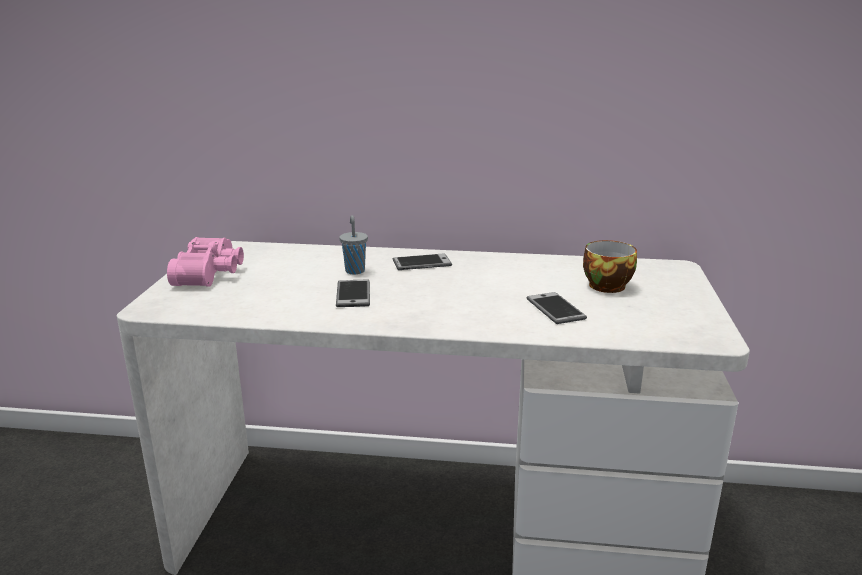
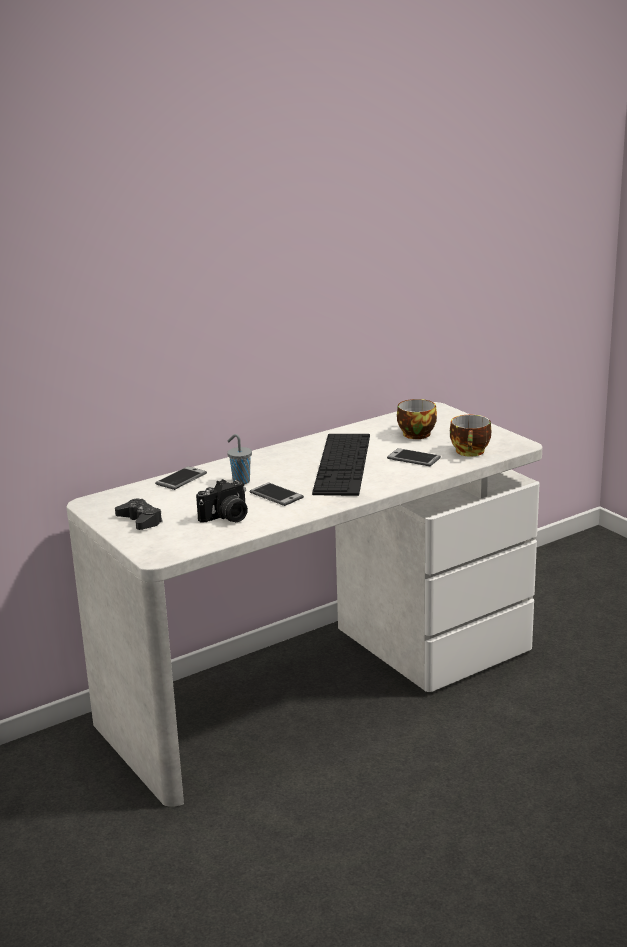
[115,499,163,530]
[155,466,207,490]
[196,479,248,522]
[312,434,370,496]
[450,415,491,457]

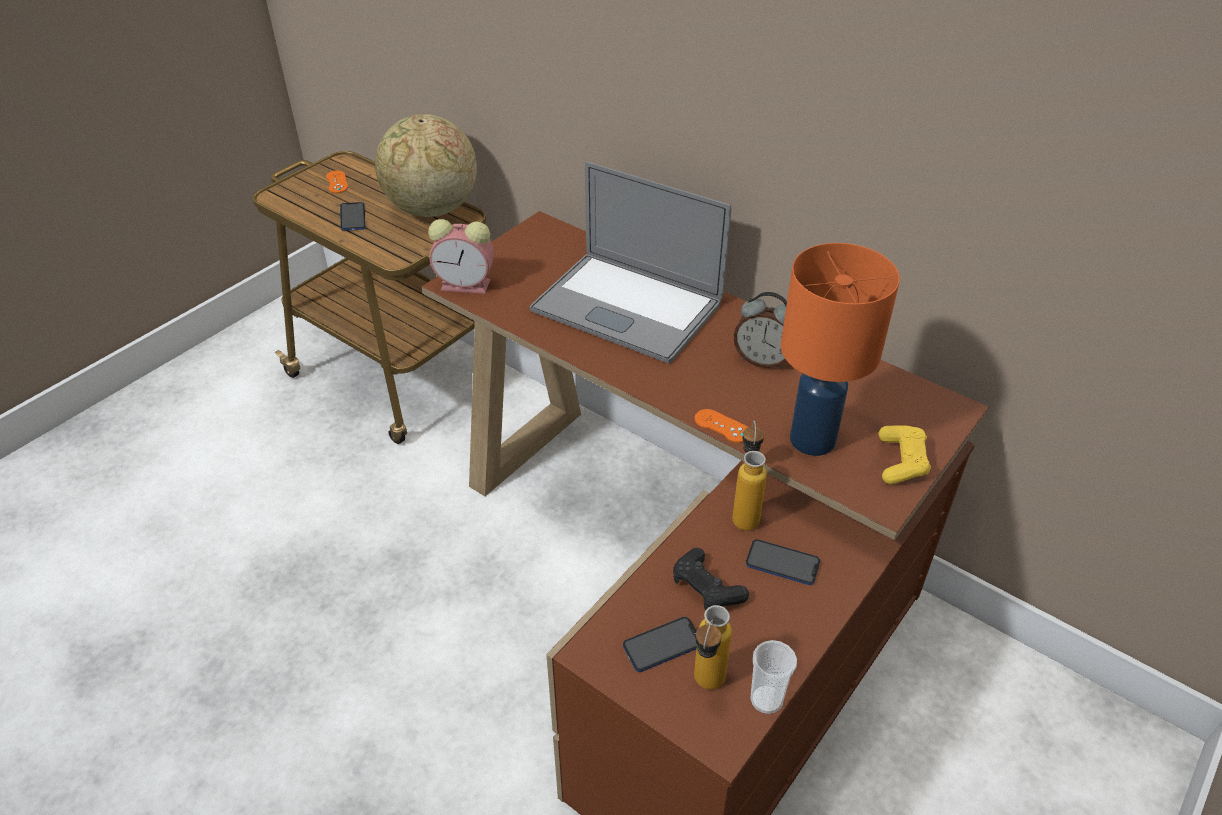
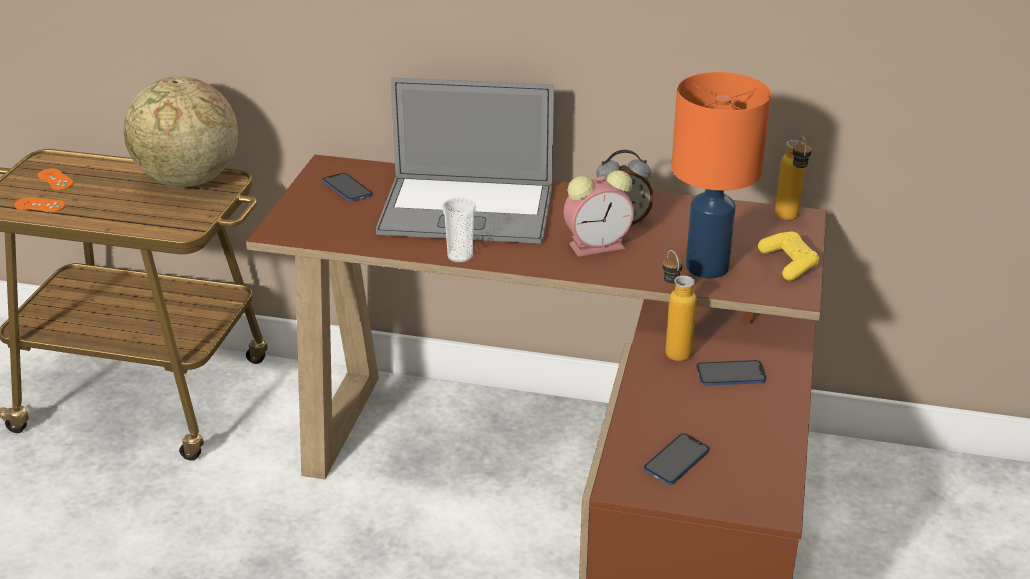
[14,197,65,213]
[323,173,372,201]
[442,197,476,263]
[563,170,634,257]
[775,136,812,220]
[673,548,749,610] (first image)

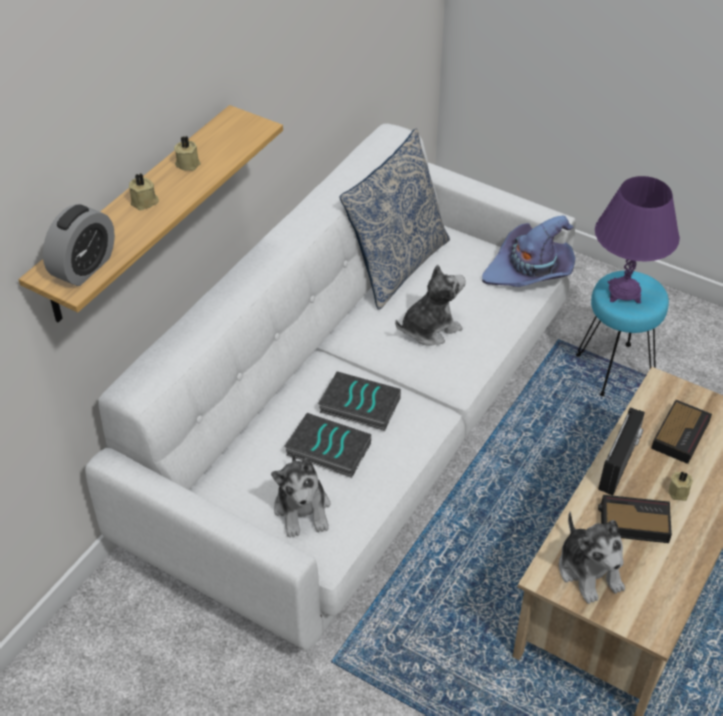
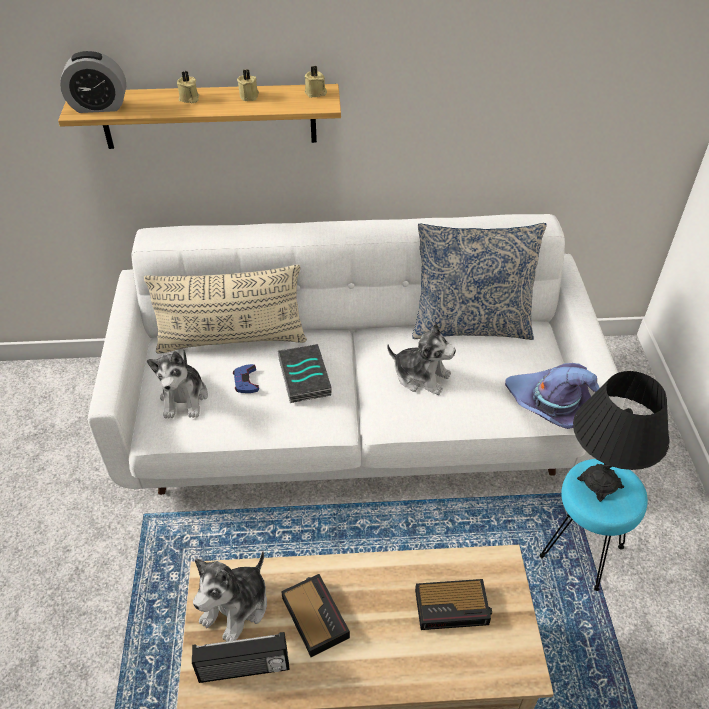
[144,265,307,354]
[147,350,208,419]
[192,632,289,683]
[233,364,259,393]
[305,66,327,98]
[573,371,670,502]

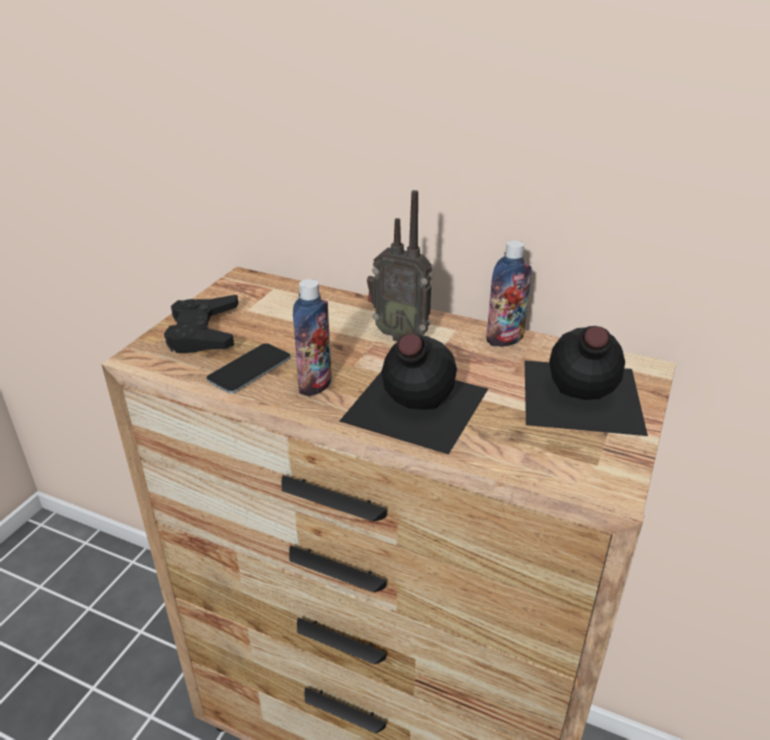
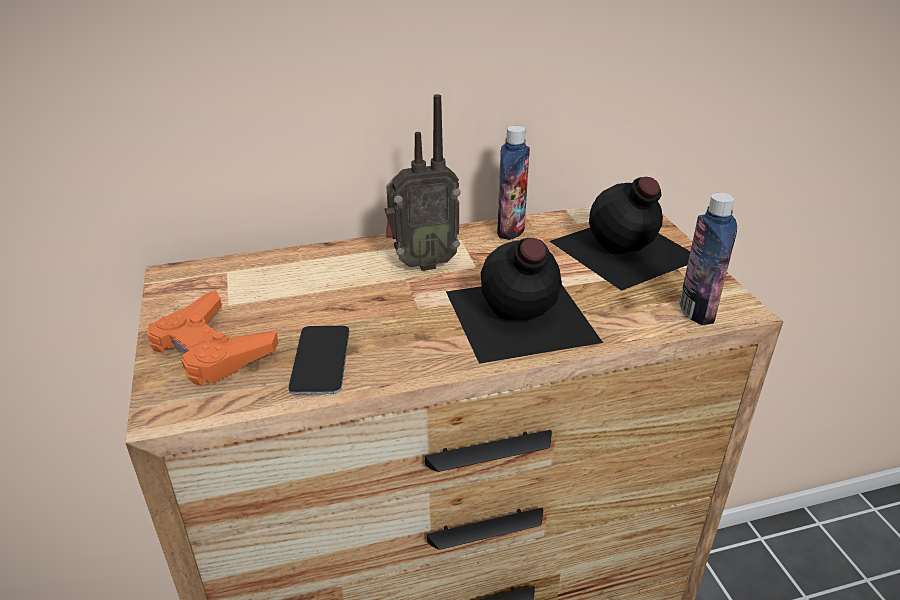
[147,290,278,386]
[679,193,737,325]

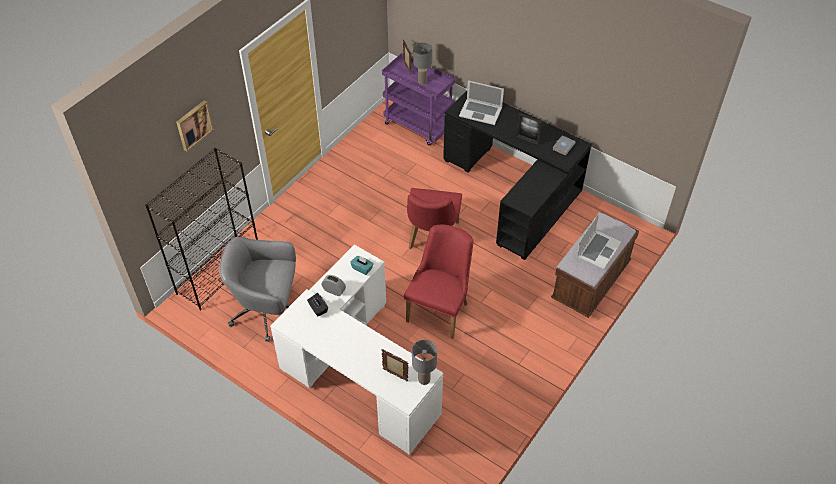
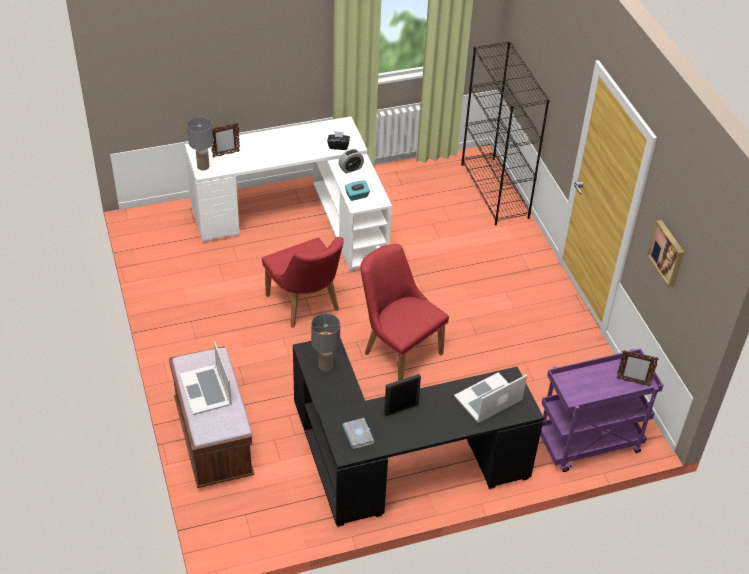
[311,313,340,372]
[647,220,684,288]
[219,237,296,342] (first image)

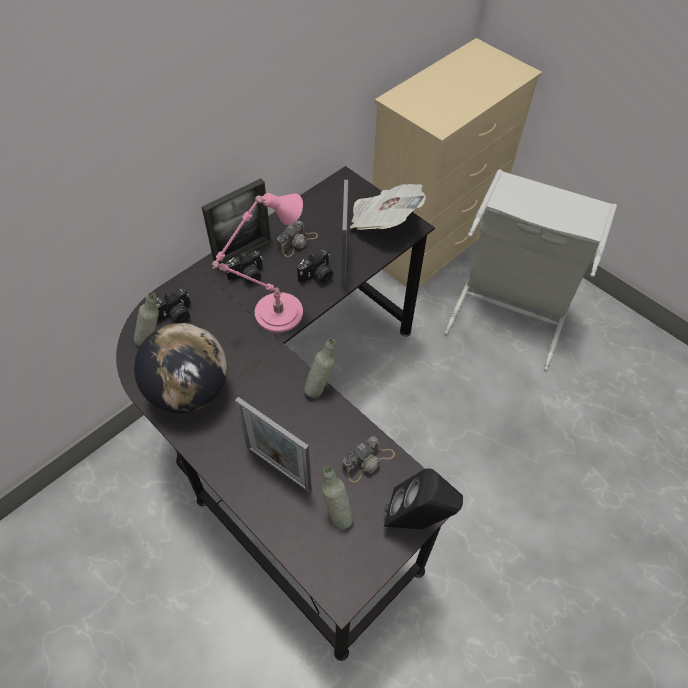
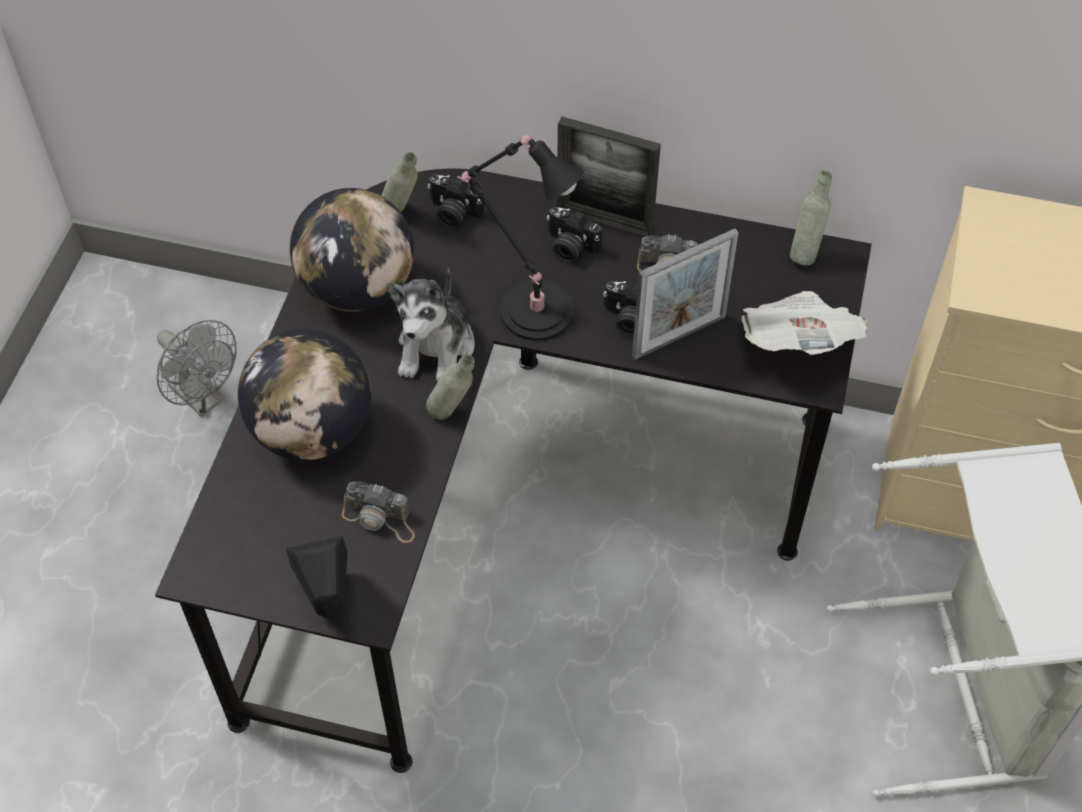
[157,320,237,417]
[238,329,371,460]
[386,269,474,382]
[457,134,584,341]
[790,171,832,266]

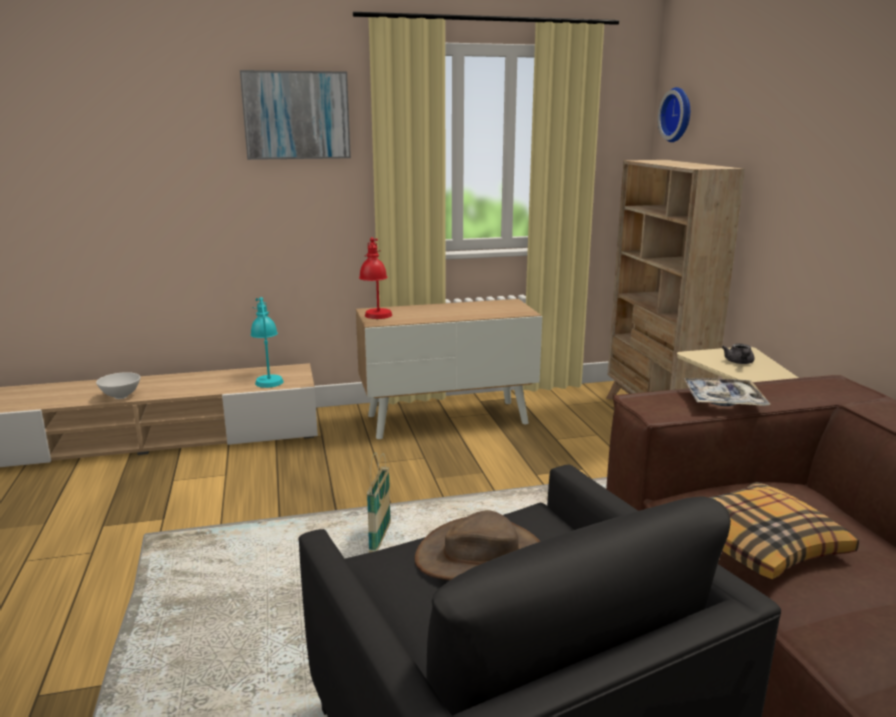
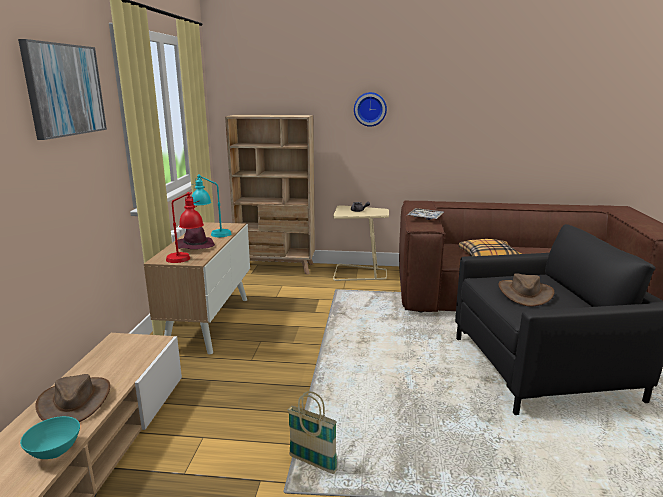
[20,416,80,459]
[35,374,110,422]
[175,227,215,249]
[191,175,231,237]
[287,391,338,474]
[354,92,387,127]

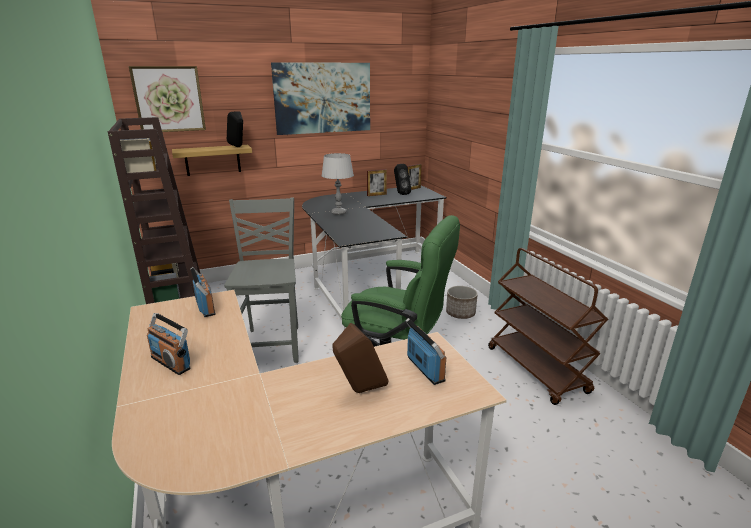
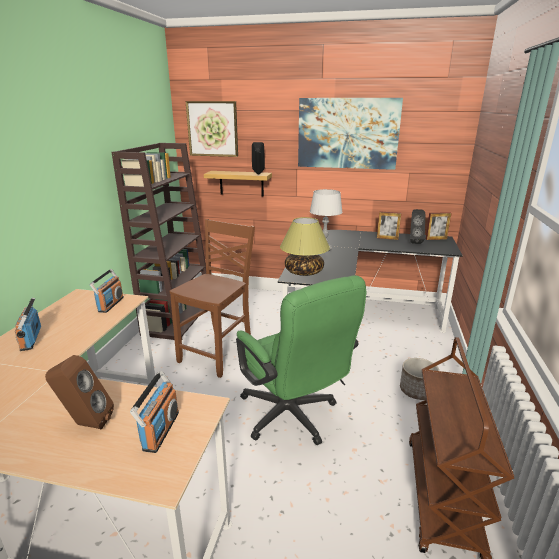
[169,219,255,378]
[280,217,330,276]

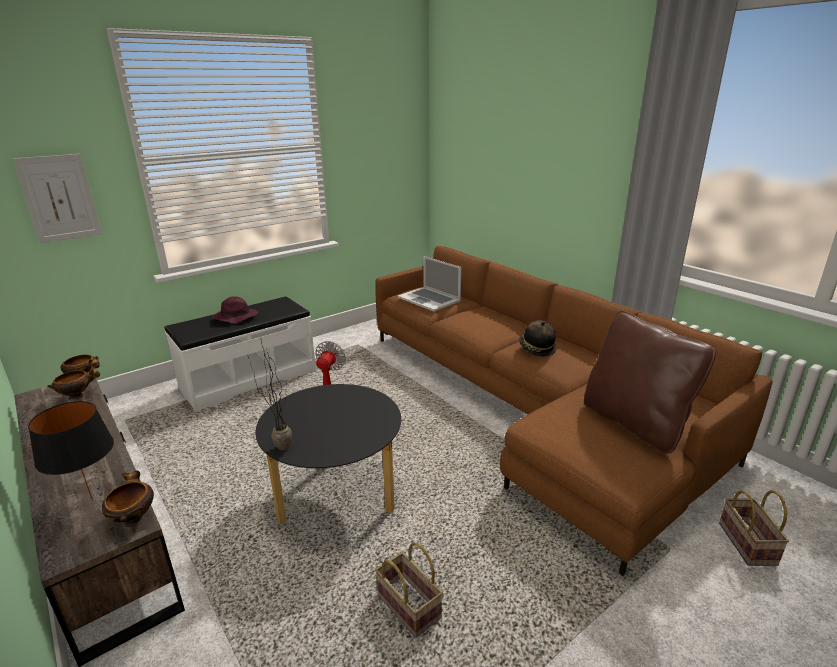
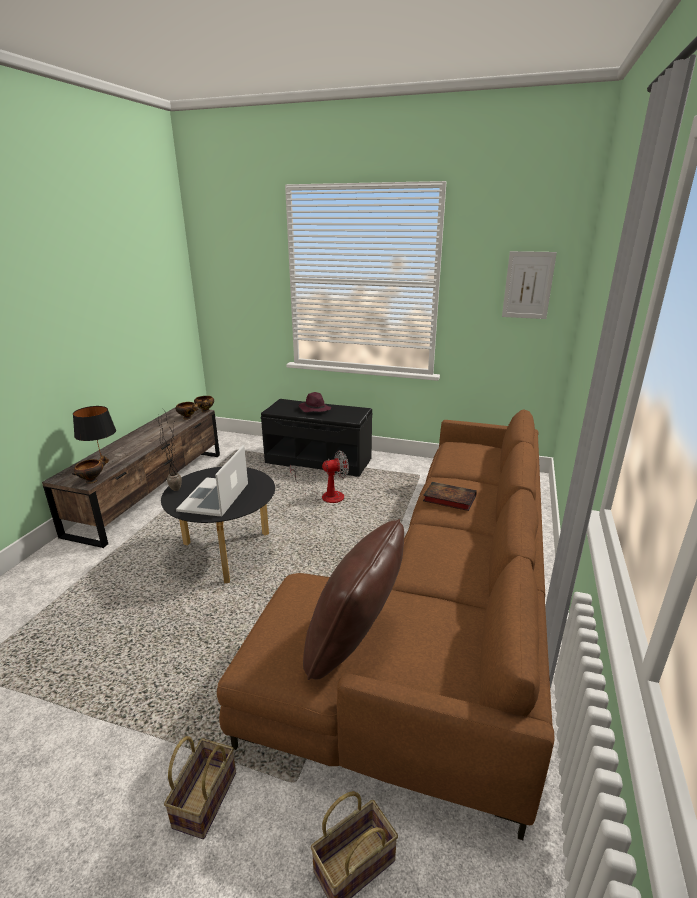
[164,736,236,839]
[176,445,248,517]
[261,399,373,477]
[423,482,477,511]
[502,251,557,319]
[519,320,557,357] (first image)

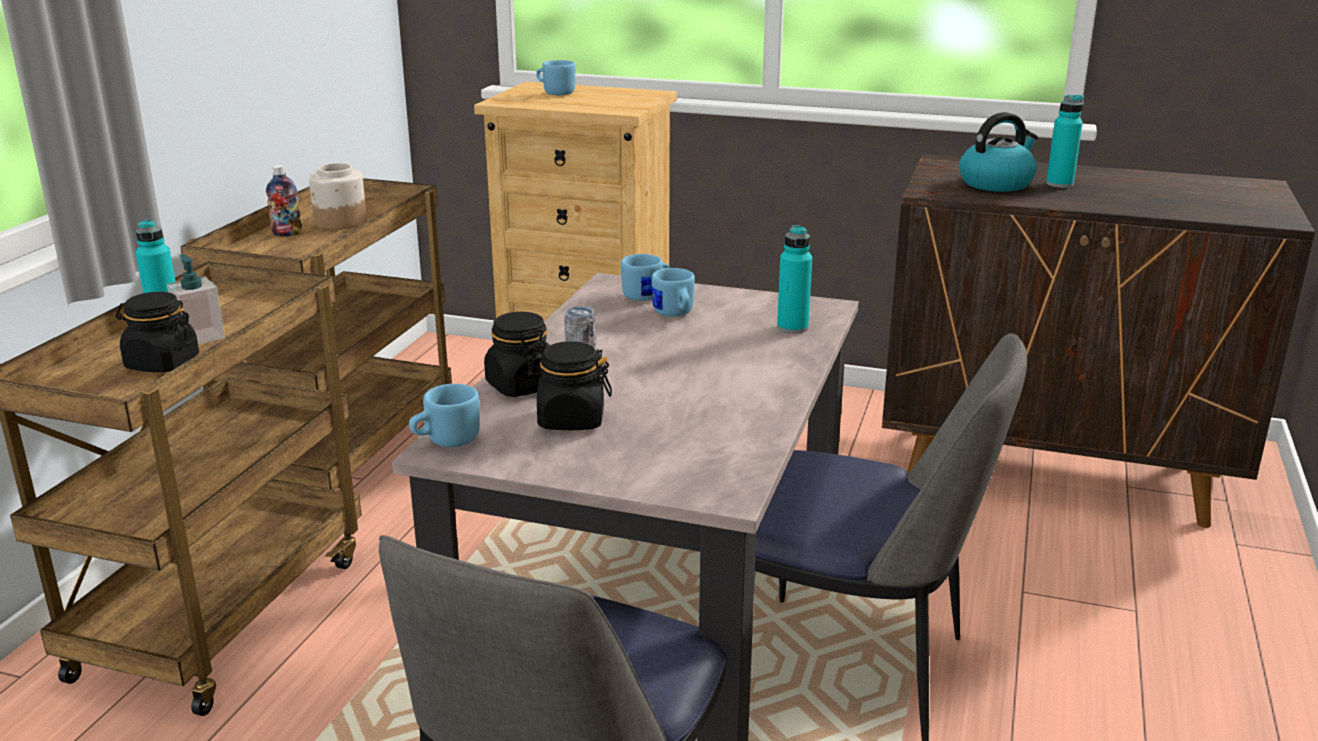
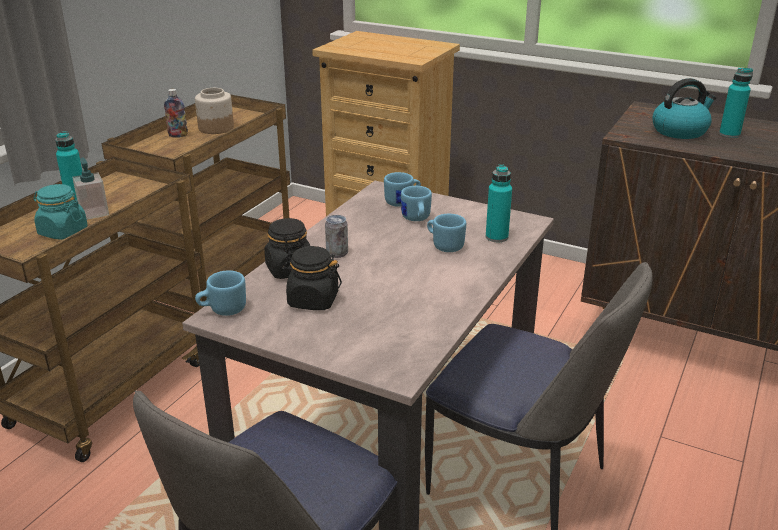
[33,184,88,240]
[427,214,466,252]

